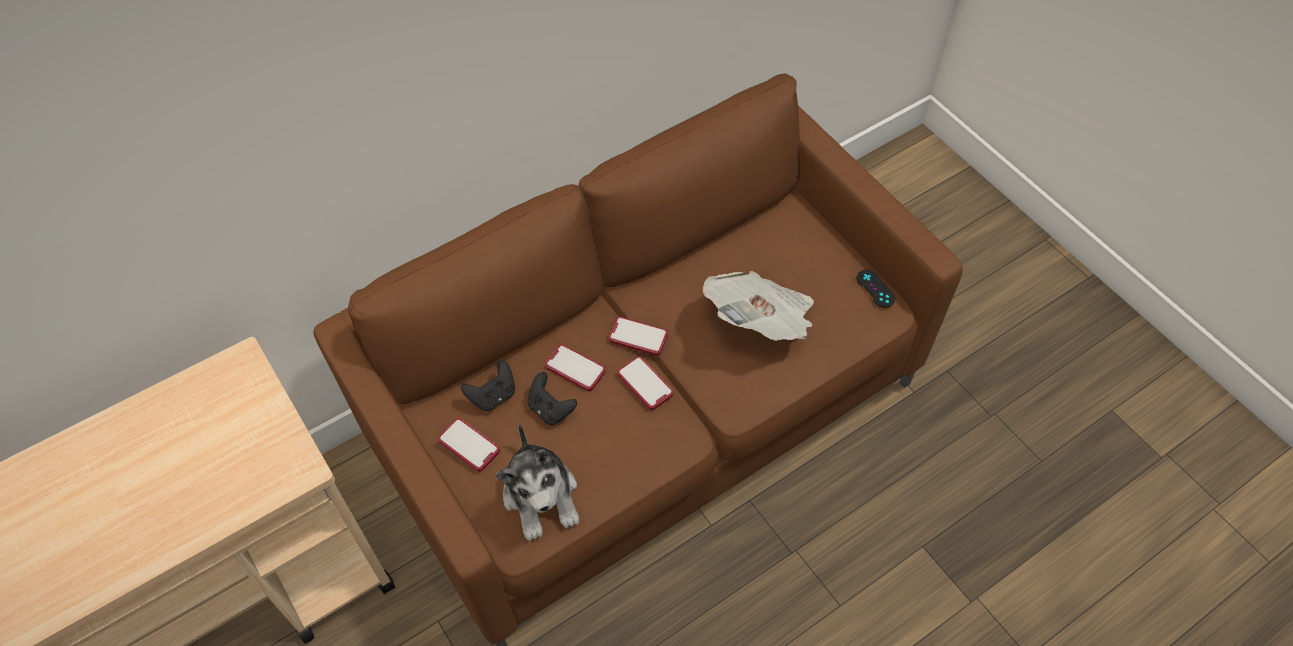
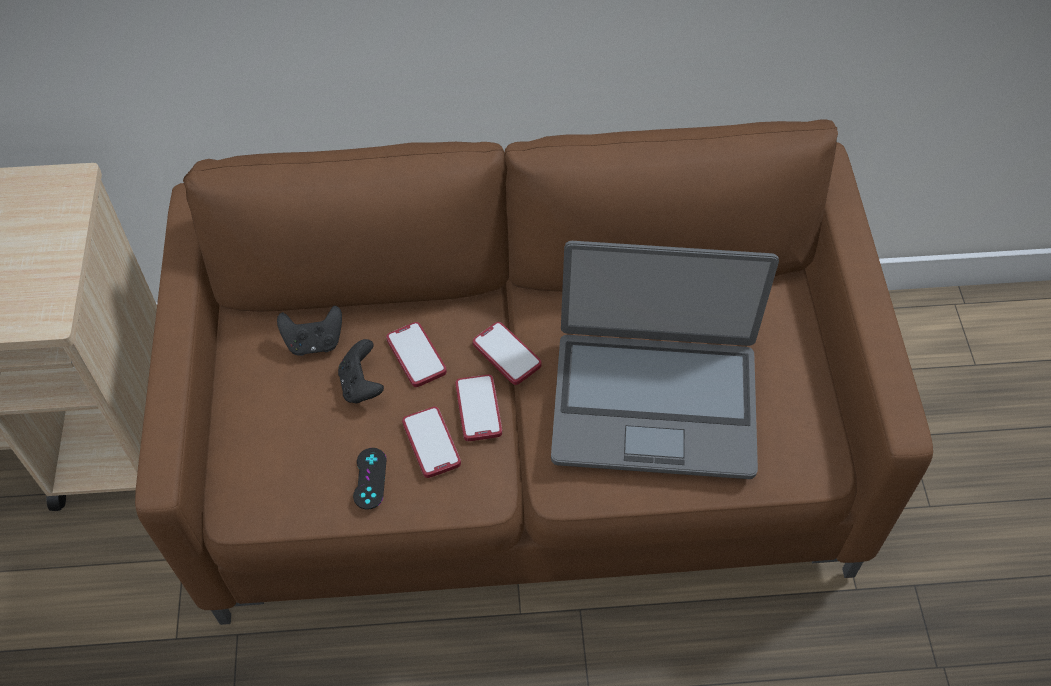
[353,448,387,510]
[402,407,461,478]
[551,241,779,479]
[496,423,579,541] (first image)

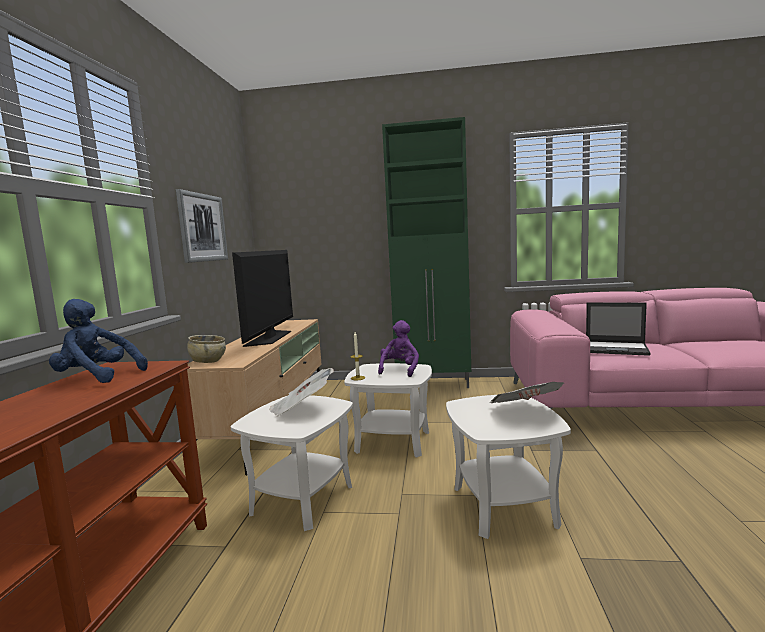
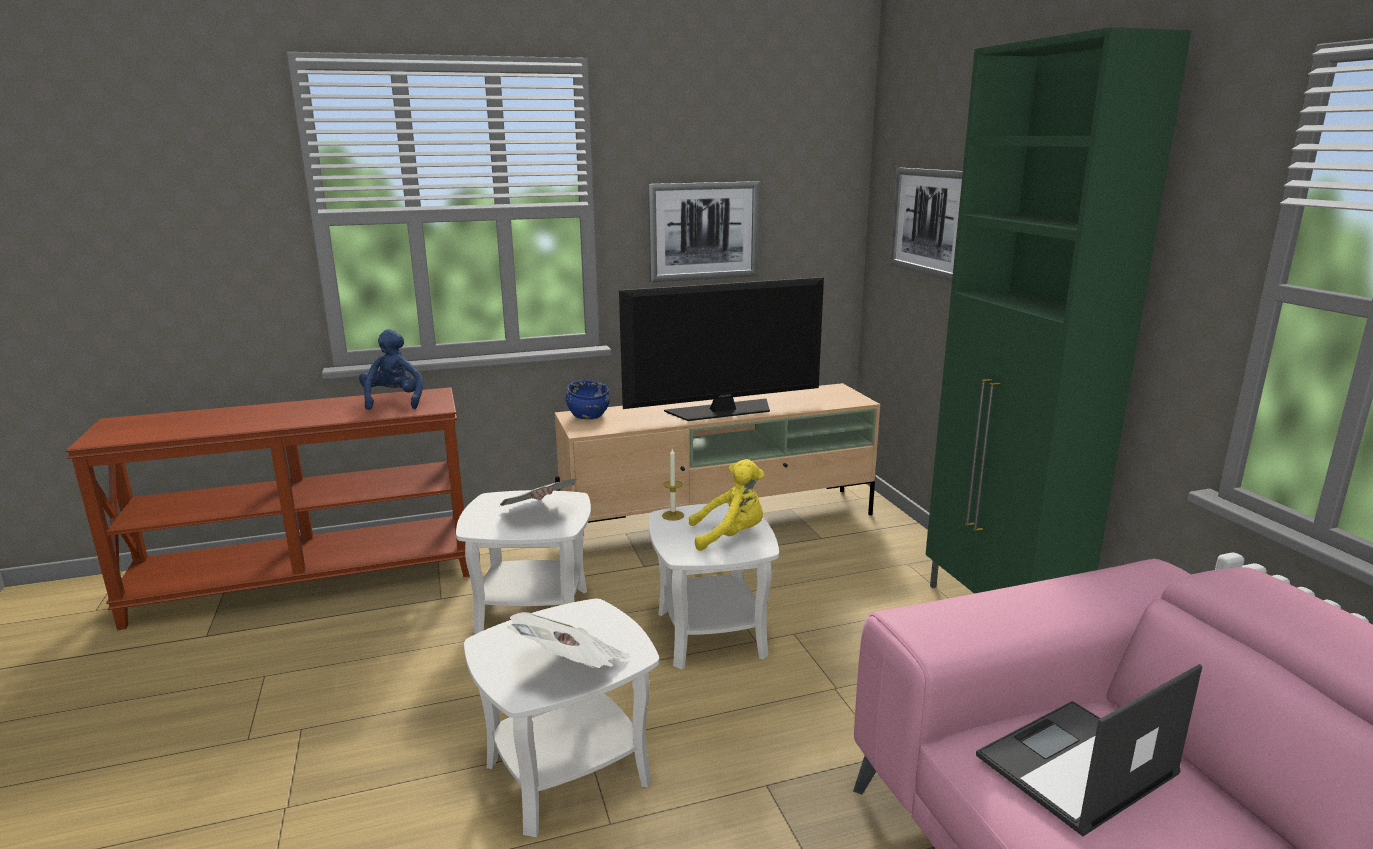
[566,380,610,420]
[689,459,764,551]
[890,168,963,281]
[976,664,1202,836]

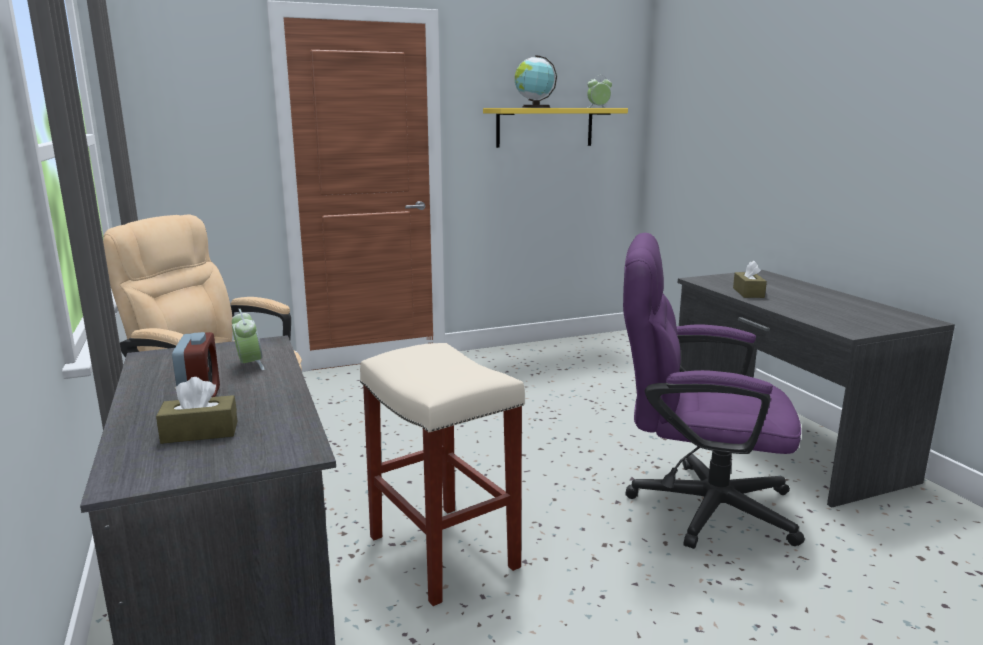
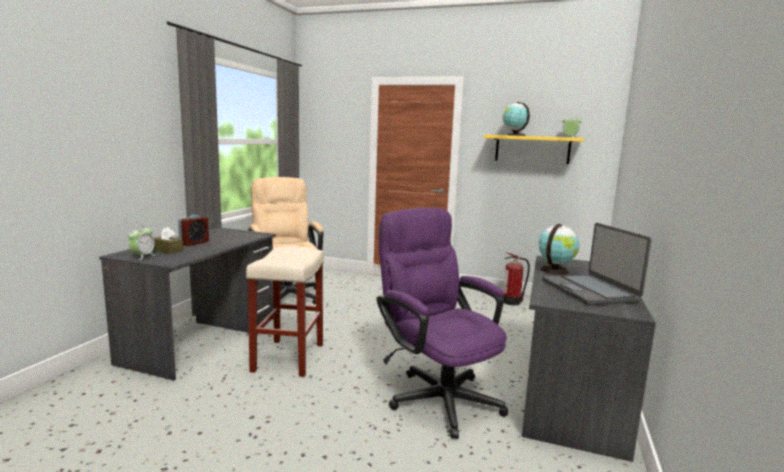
[128,225,155,260]
[503,252,530,305]
[538,224,579,275]
[542,223,651,305]

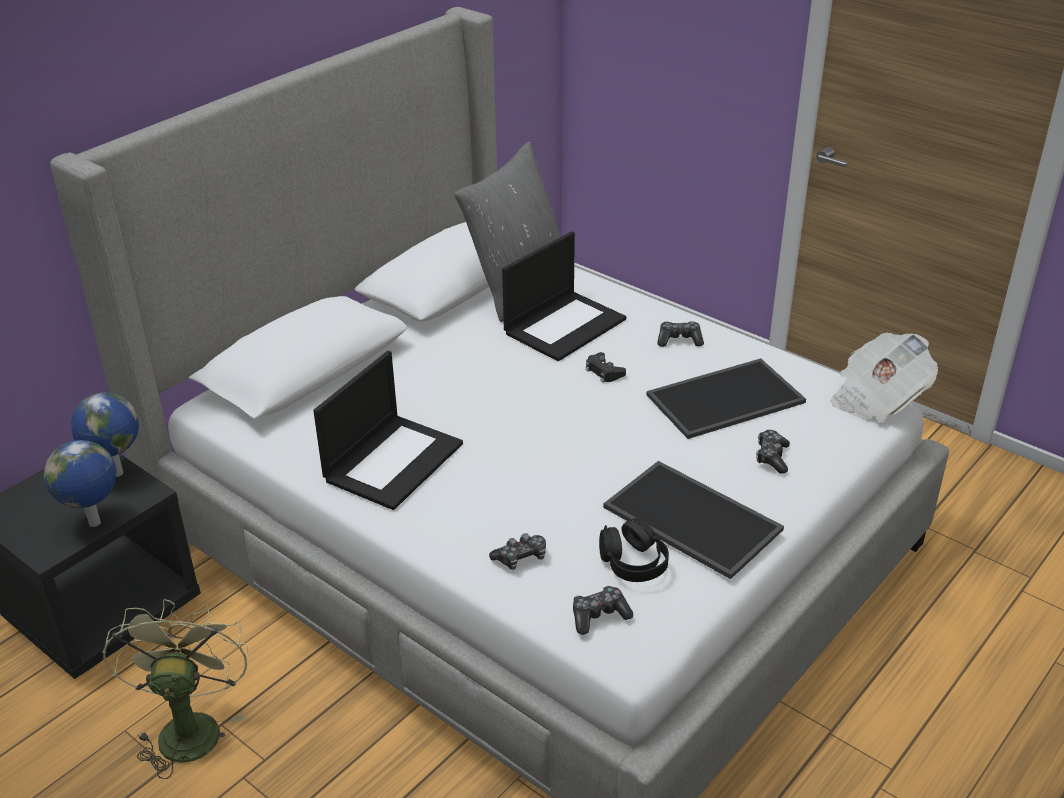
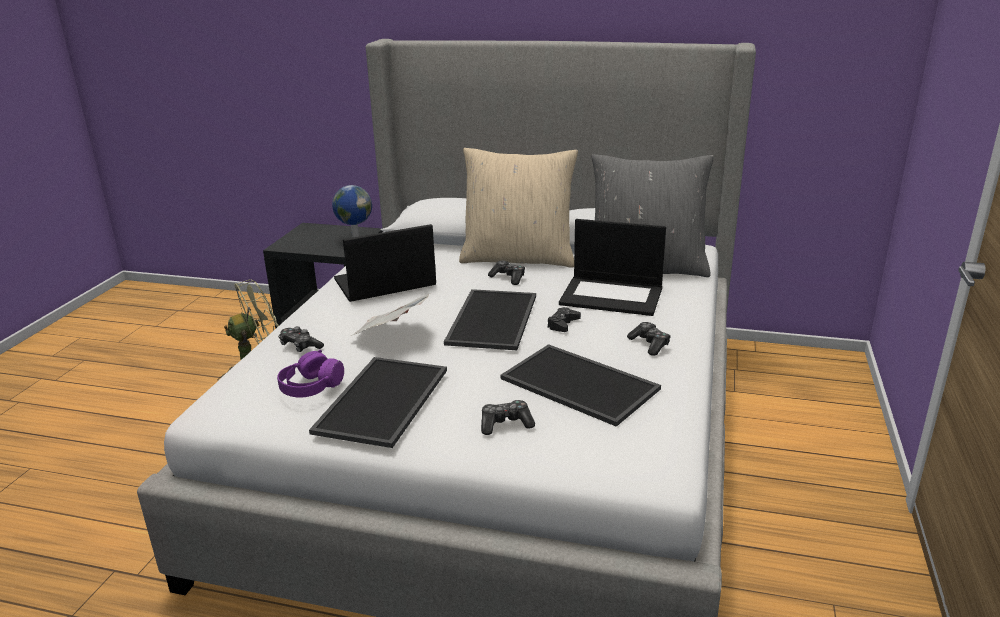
[277,350,344,398]
[334,224,436,302]
[351,293,430,336]
[444,289,536,350]
[459,148,578,268]
[488,261,525,285]
[44,440,116,527] (first image)

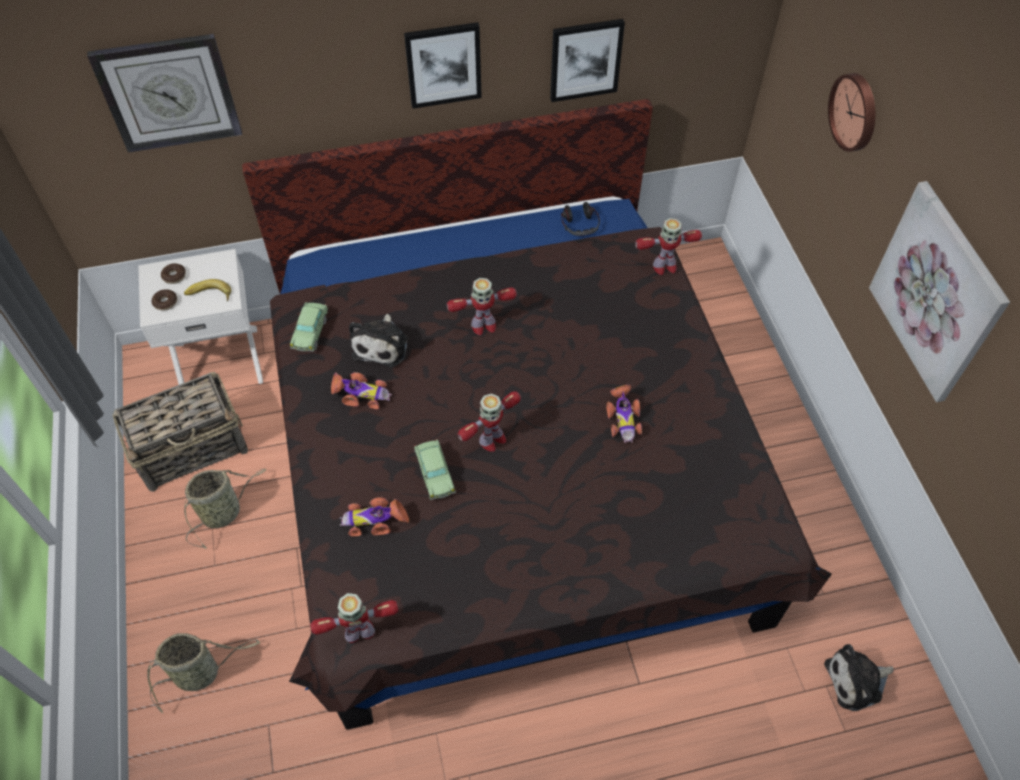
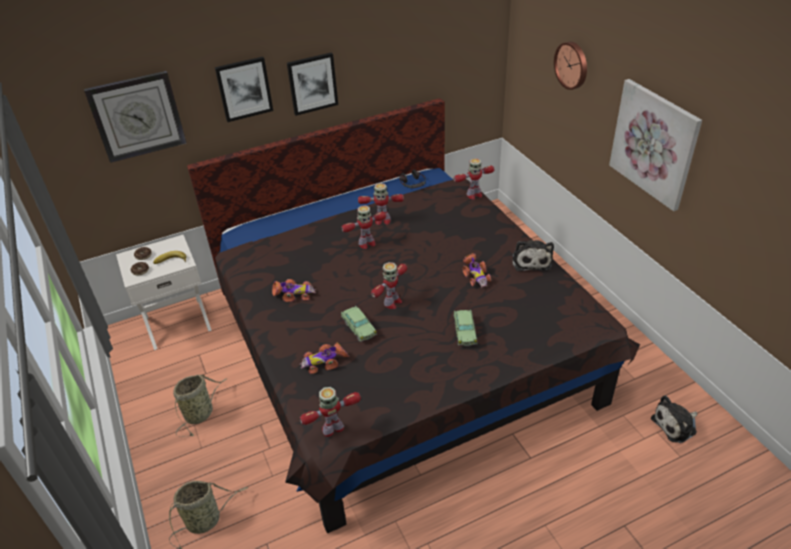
[215,57,273,122]
[358,183,404,225]
[453,310,477,346]
[513,240,554,271]
[113,372,248,492] (first image)

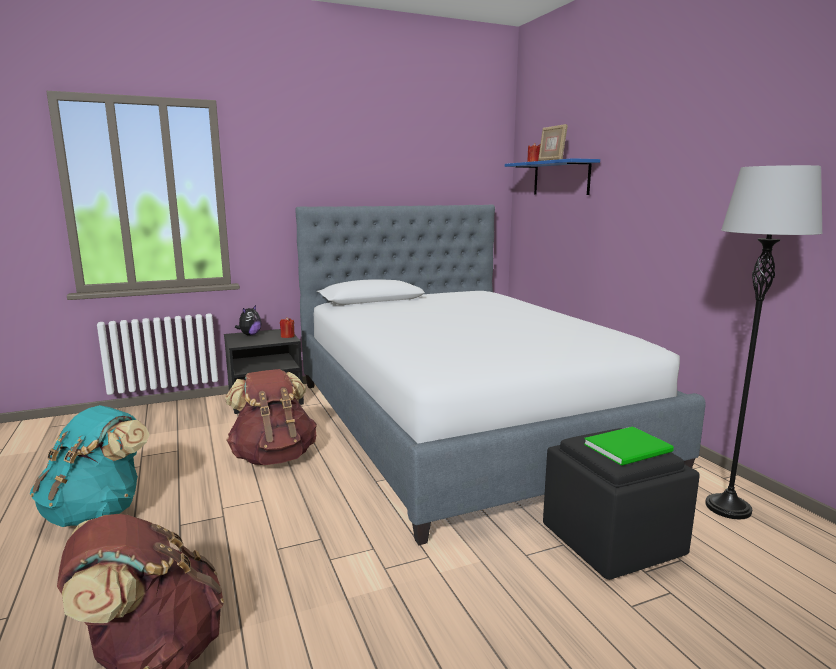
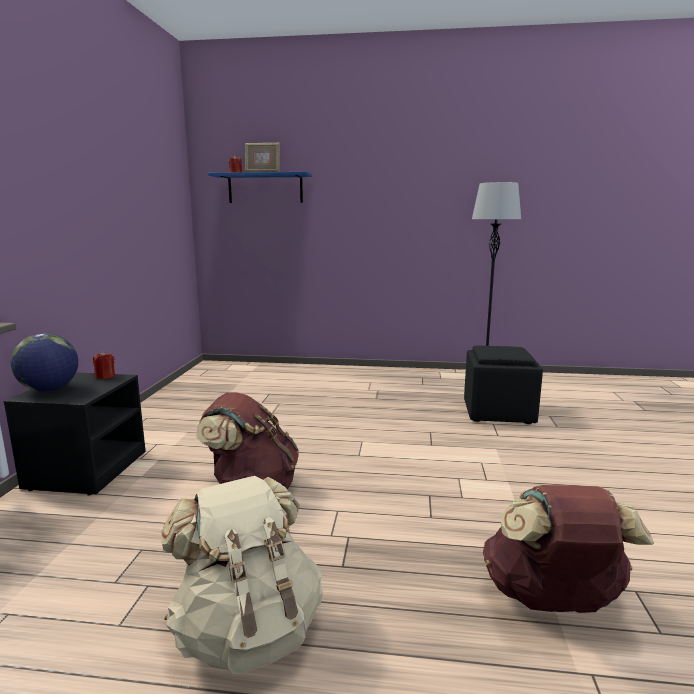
[11,333,78,392]
[161,476,323,674]
[296,205,706,545] (first image)
[584,426,674,466] (first image)

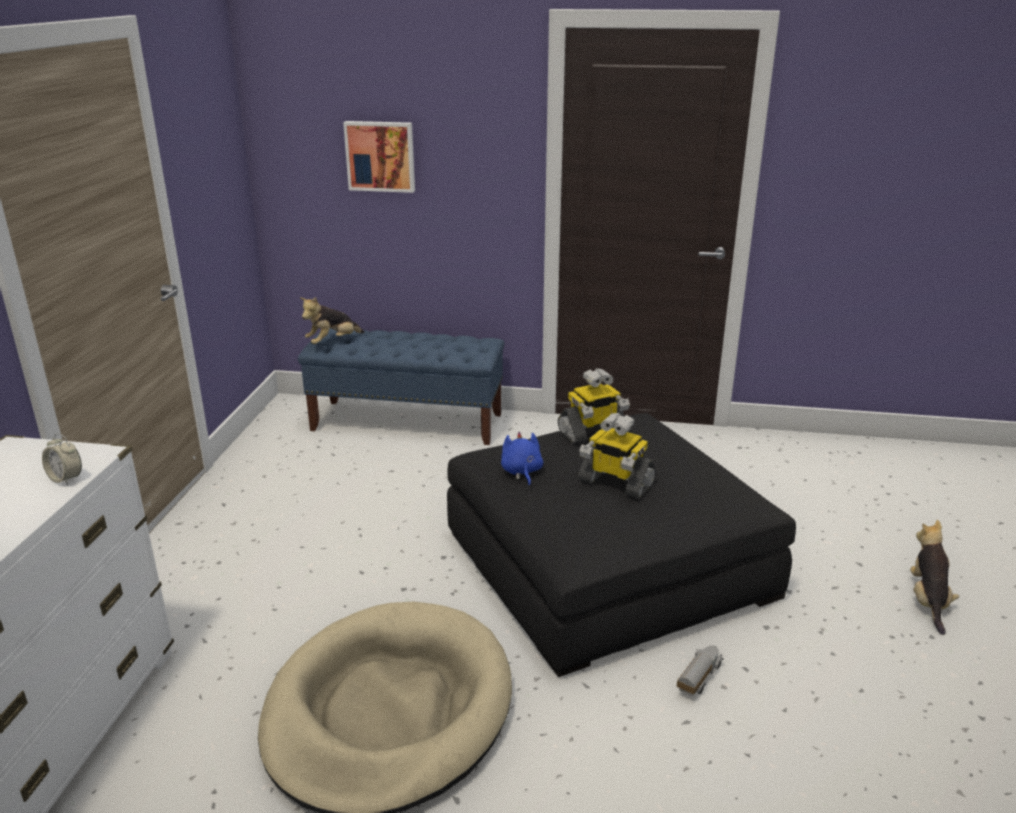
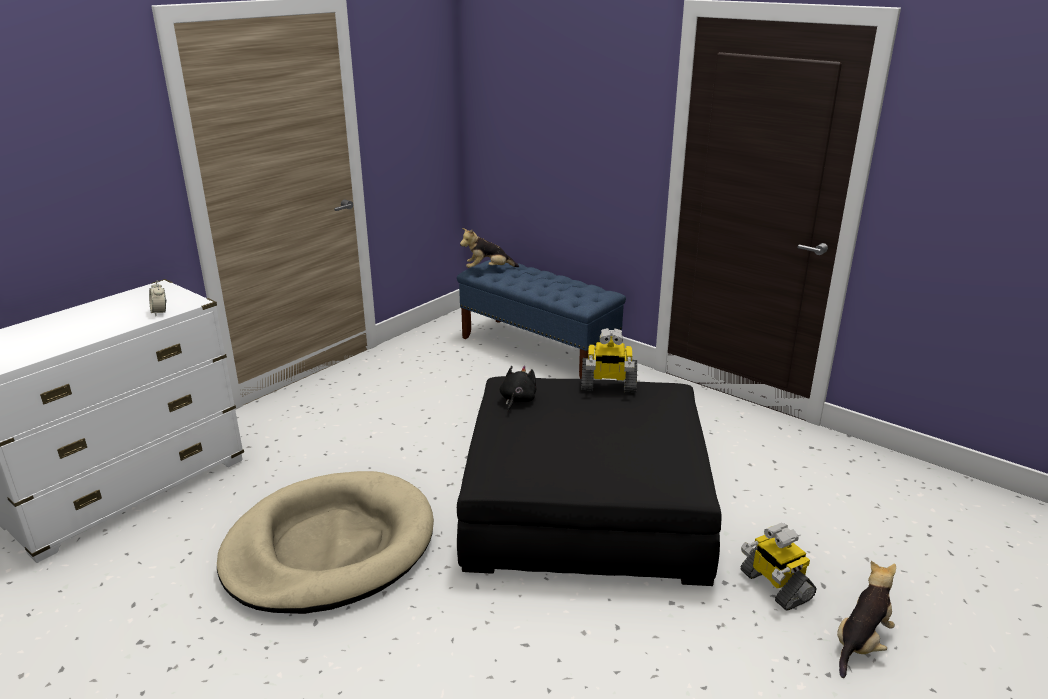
[500,366,536,412]
[740,523,816,611]
[343,121,415,193] (first image)
[676,645,724,696] (first image)

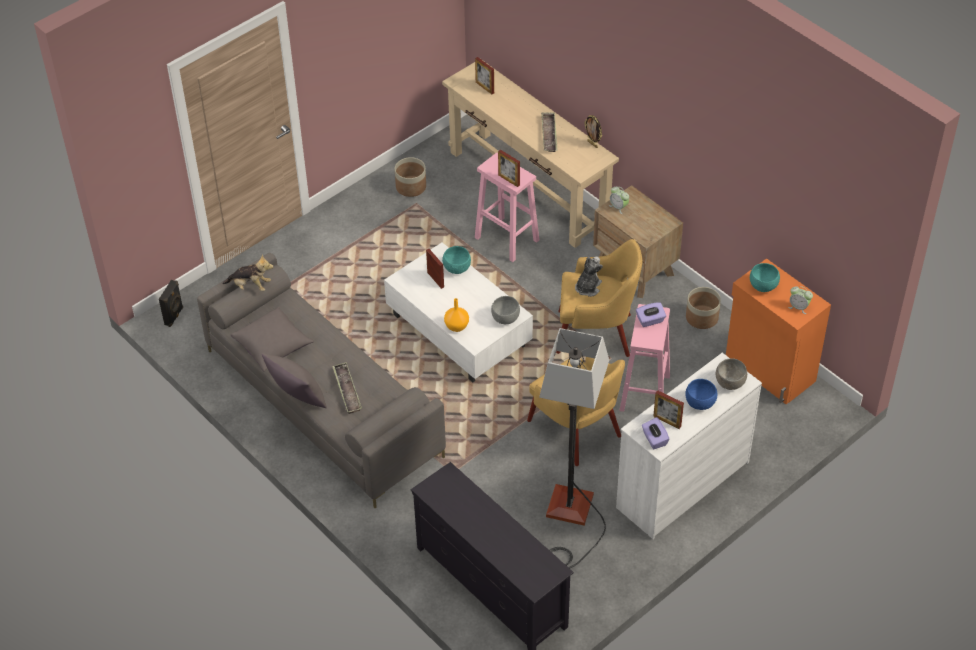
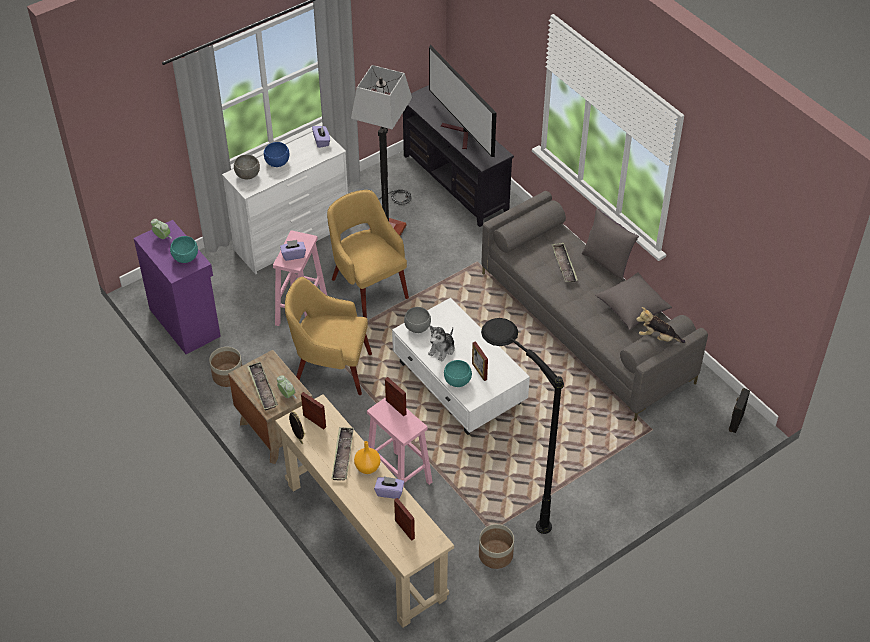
[134,220,221,354]
[247,362,278,411]
[301,392,326,430]
[354,441,381,474]
[374,476,404,499]
[428,326,455,361]
[429,45,497,157]
[481,318,564,534]

